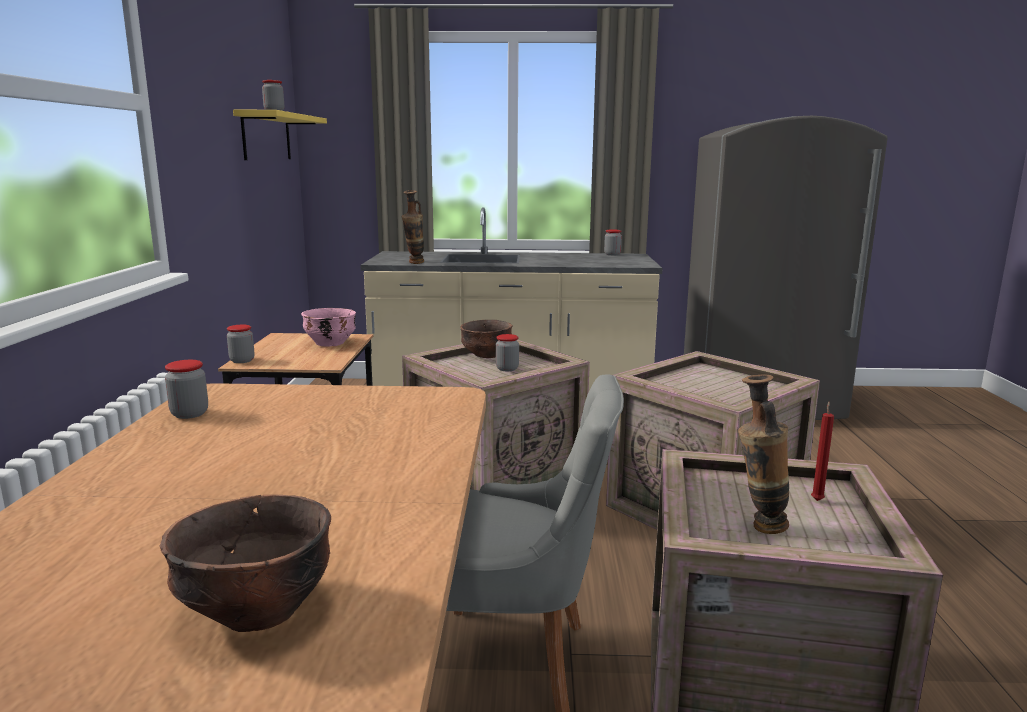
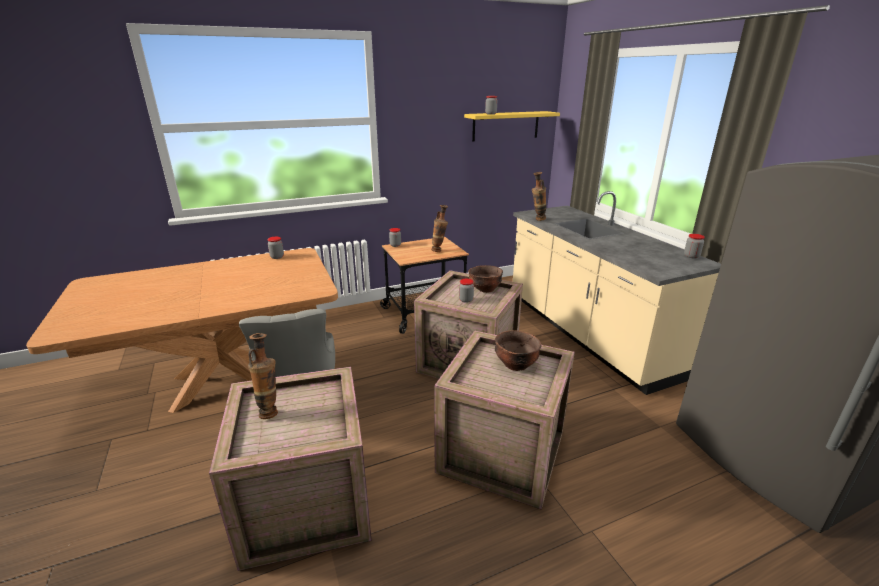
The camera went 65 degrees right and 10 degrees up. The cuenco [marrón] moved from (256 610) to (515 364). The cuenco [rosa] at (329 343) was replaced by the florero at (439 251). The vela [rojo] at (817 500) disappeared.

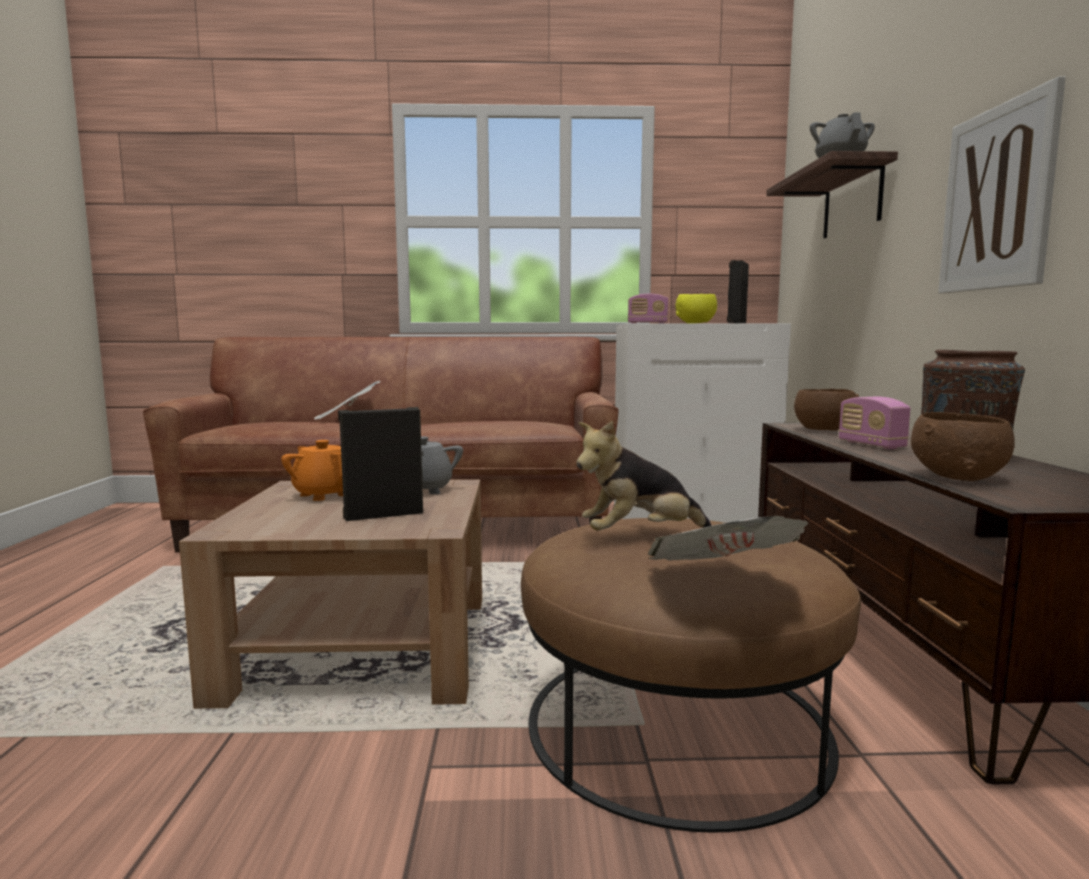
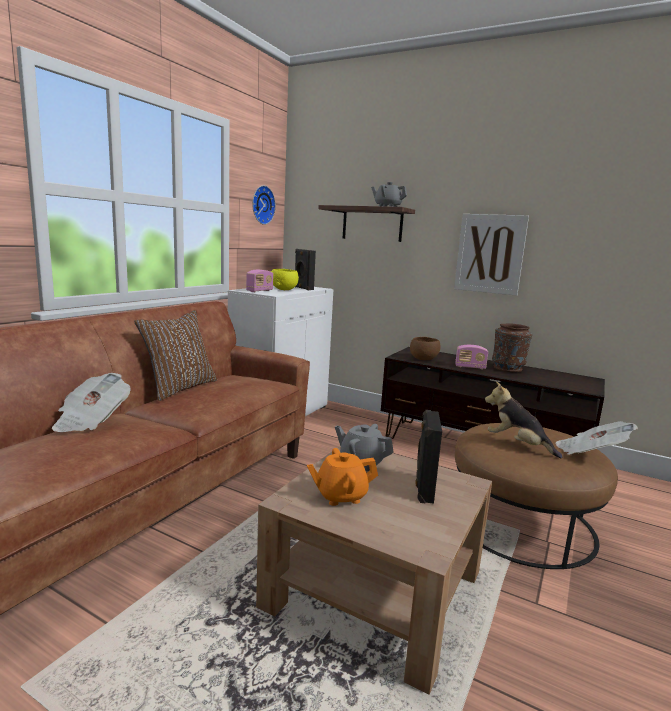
The camera went 60 degrees left and 5 degrees up. The peluche at (640 536) turned 120 degrees clockwise. The cuenco [marrón] at (959 477) disappeared. The cojín [marrón] at (179 388) appeared. The reloj de pared at (261 205) appeared.

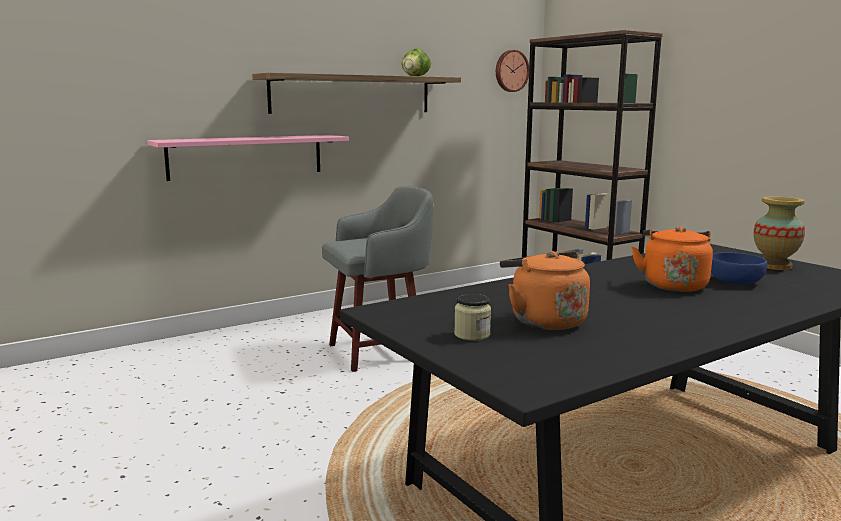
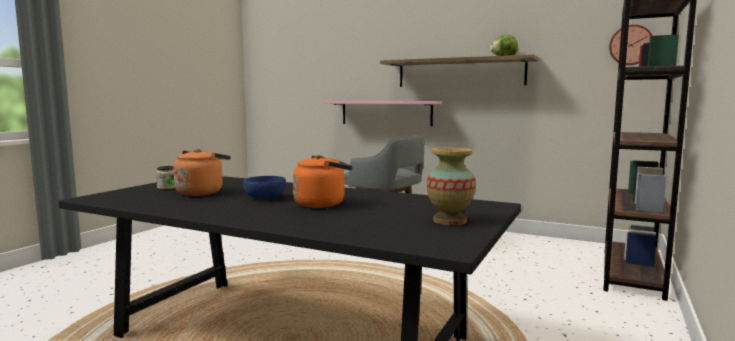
The camera went 60 degrees right and 5 degrees down. The cuenco [azul] moved from (734 281) to (265 197).

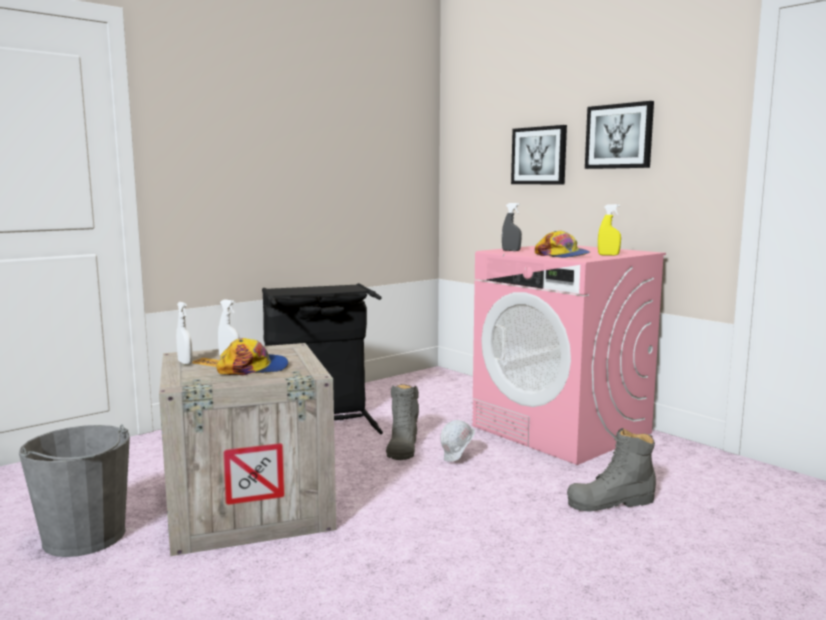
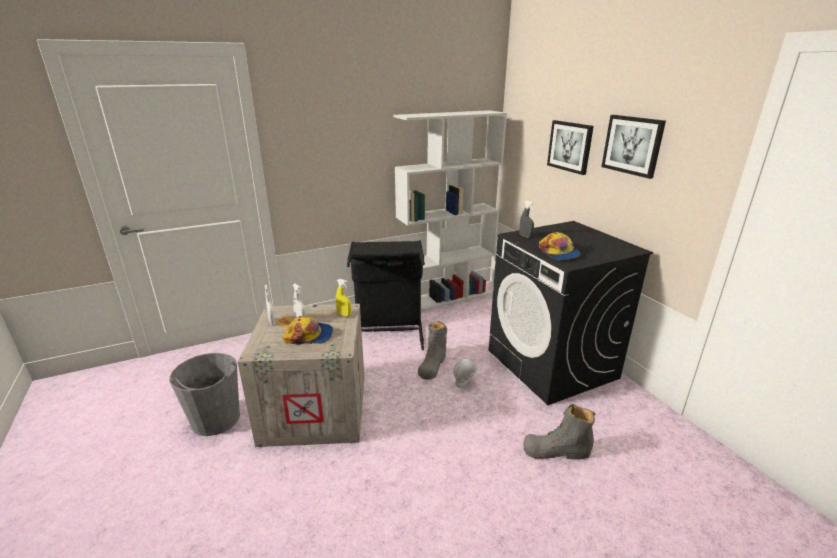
The camera went 15 degrees right and 15 degrees up. The lavadora [rosa] at (562 430) became the lavadora [negro] at (552 364). The pulverizador [amarillo] moved from (608 255) to (344 315). The estantería [blanco] at (446 297) appeared.

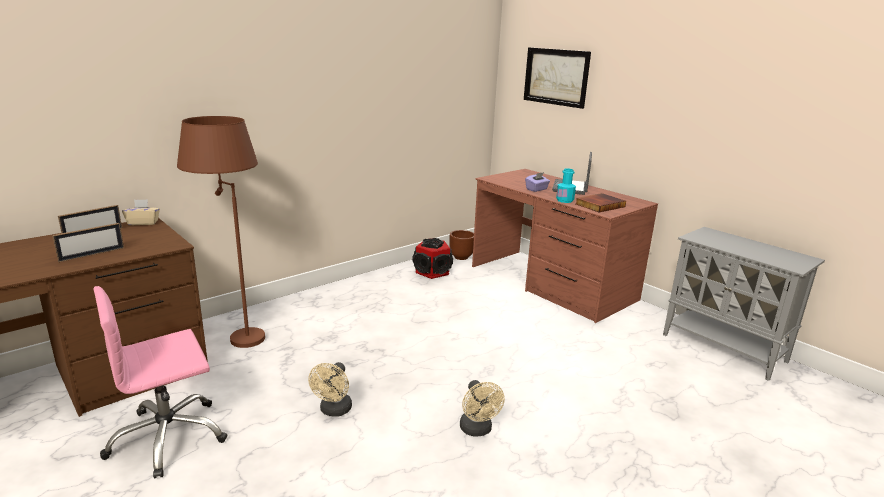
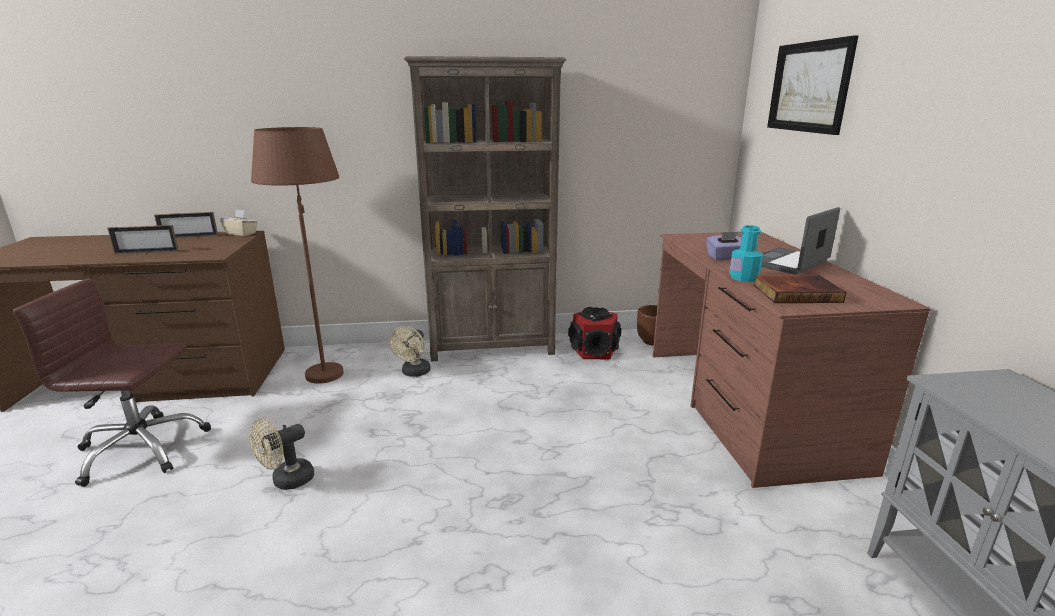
The camera went 35 degrees right and 0 degrees up. The silla de oficina [rosa] at (168 437) became the silla de oficina [marrón] at (141 449). The ventilador [beis] moved from (477 430) to (414 373). The estantería [marrón] at (493 347) appeared.

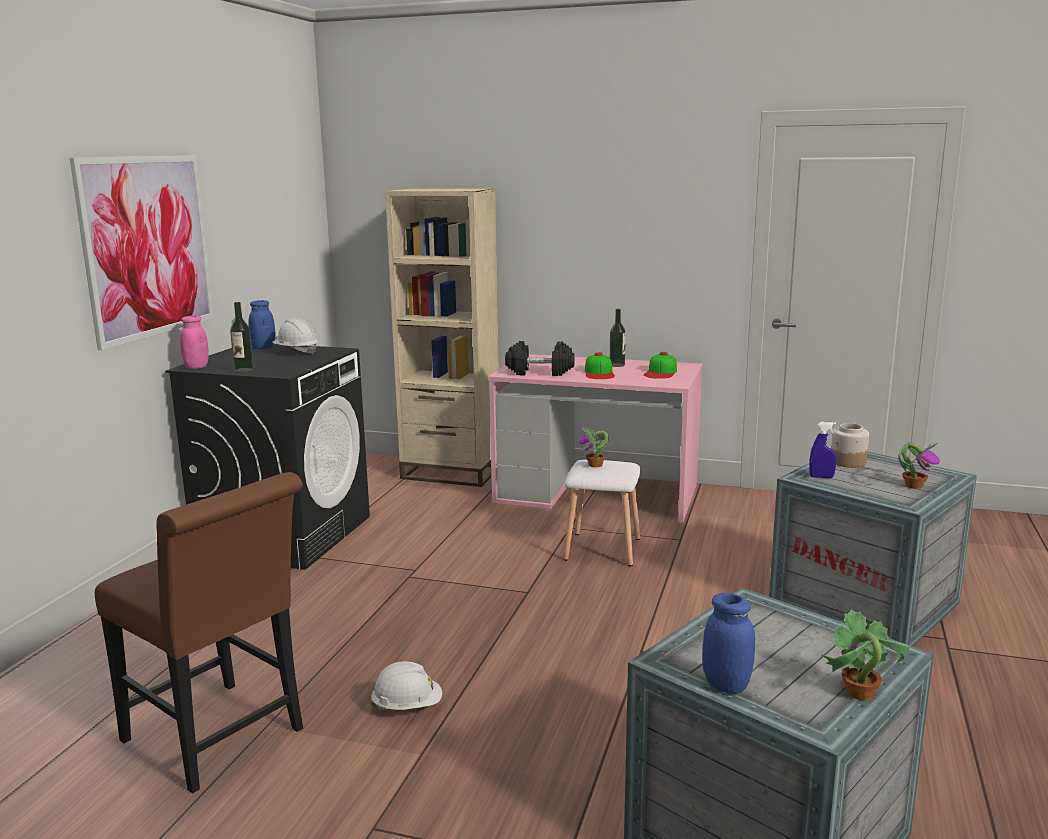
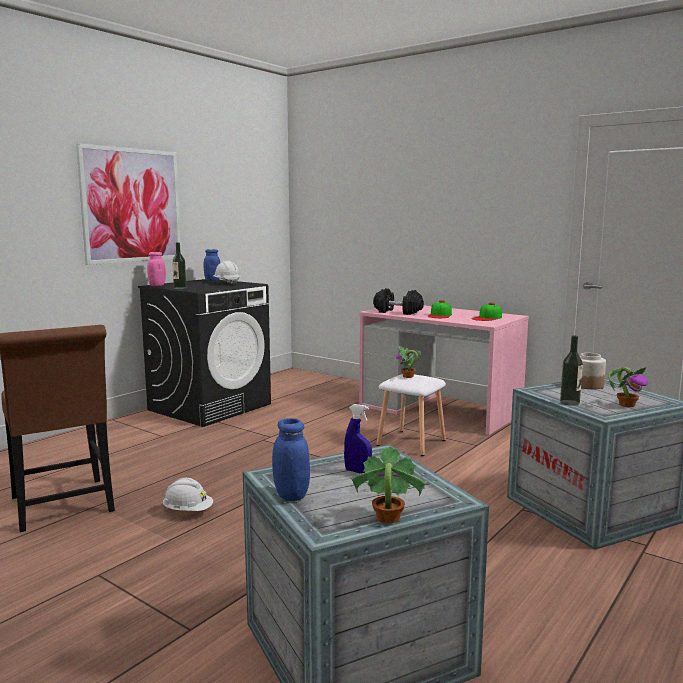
The camera went 20 degrees right and 5 degrees down. The estantería [beis] at (451 473) disappeared. The botella moved from (617 365) to (569 402). The pulverizador [azul] moved from (821 477) to (357 471).

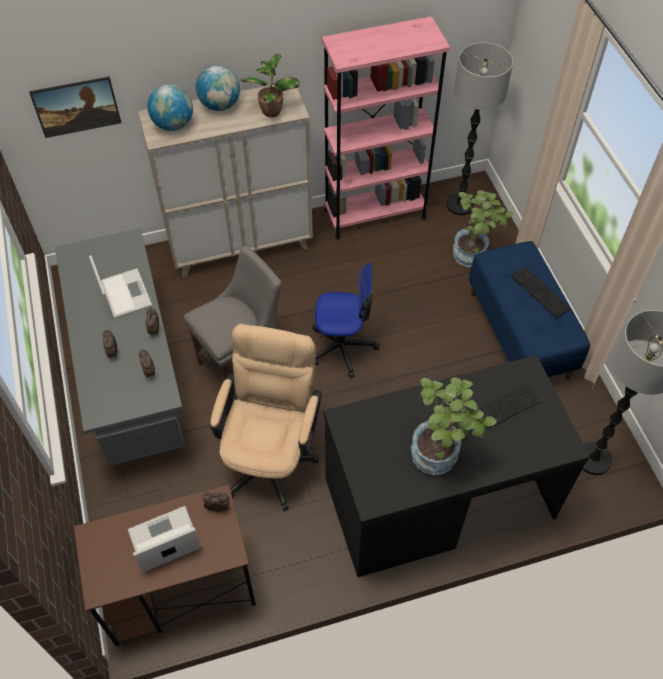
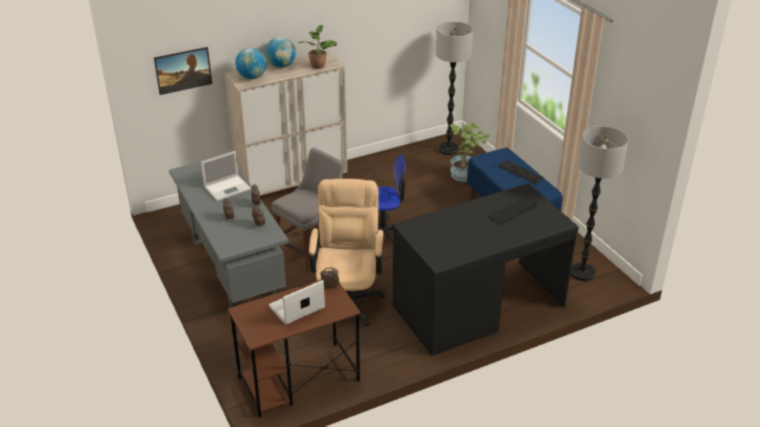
The camera went 10 degrees left and 20 degrees down. The portátil at (124 293) turned 90 degrees clockwise. The estantería [rosa] at (375 214) disappeared. The planta en maceta at (441 454) disappeared.

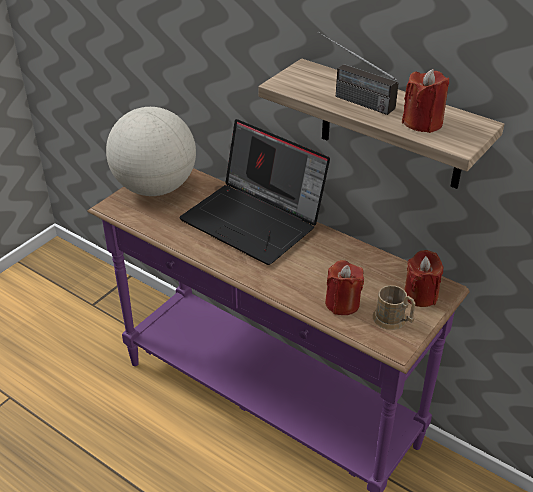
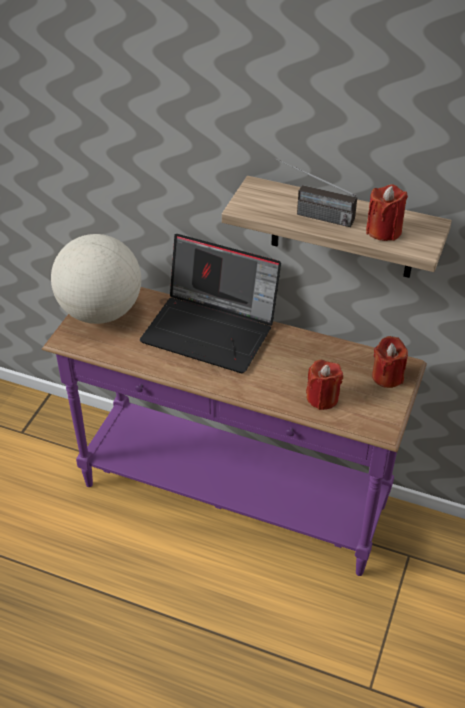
The camera went 15 degrees left and 5 degrees up. The taza grande [marrón] at (393 320) disappeared.

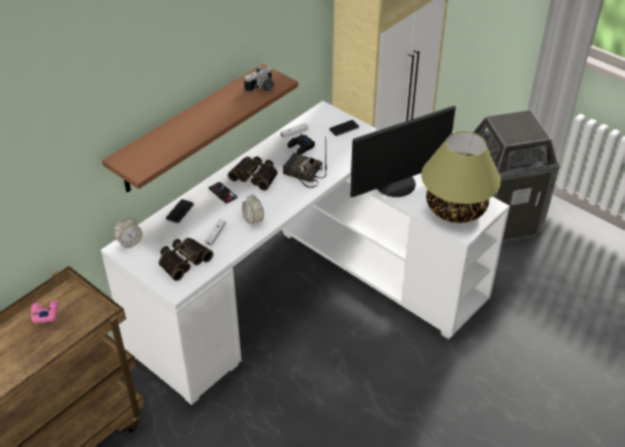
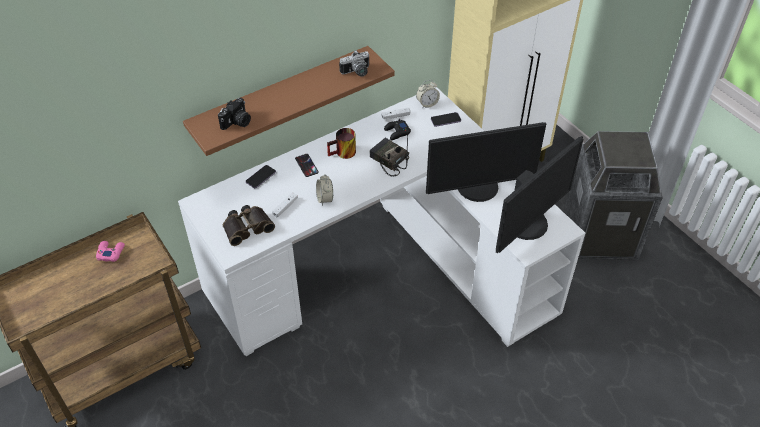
The camera went 15 degrees right and 5 degrees up. The despertador moved from (129 243) to (427 104). The prismáticos at (255 176) was replaced by the taza grande at (343 154). The lámpara de mesa at (455 208) was replaced by the monitor at (528 224). The cámara at (237 122) appeared.

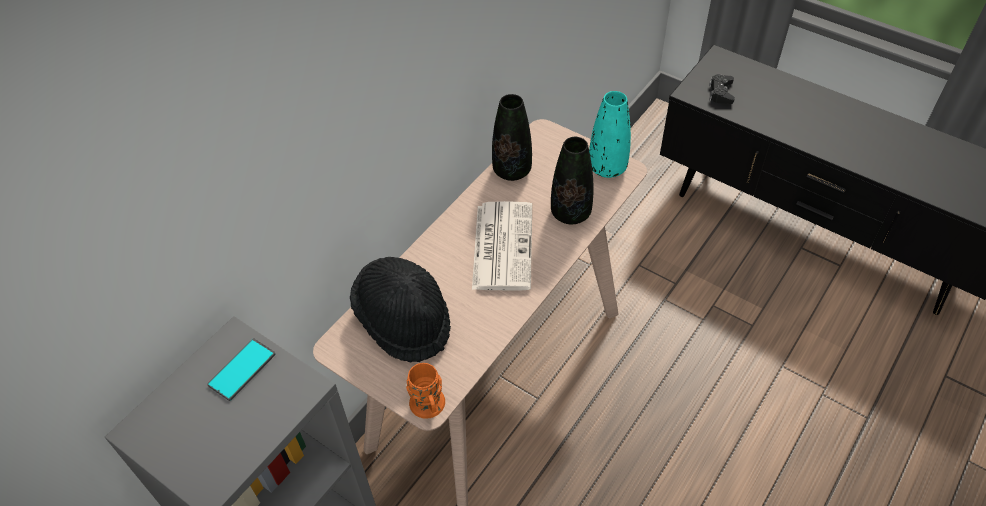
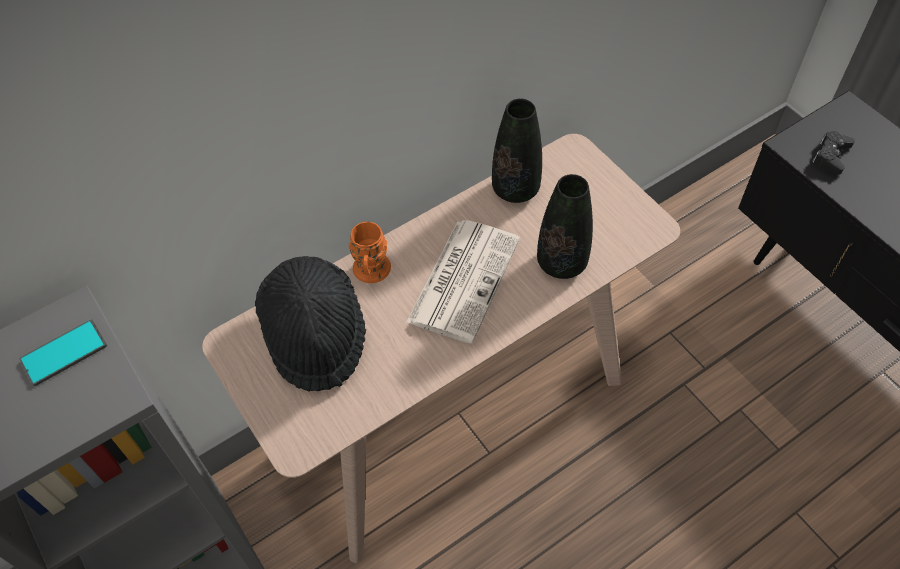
The camera went 20 degrees right and 5 degrees up. The taza grande [naranja] moved from (429 408) to (371 273). The florero [turquesa] at (607 168) disappeared.

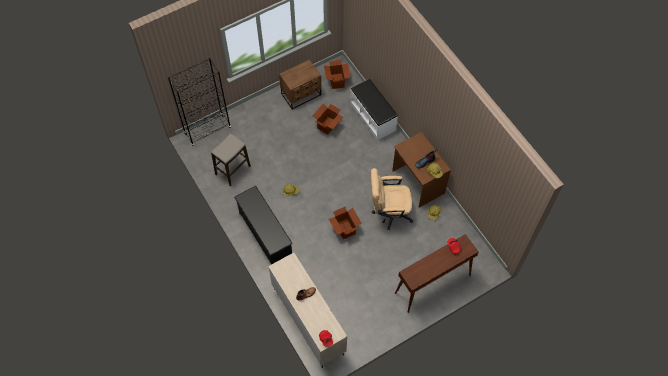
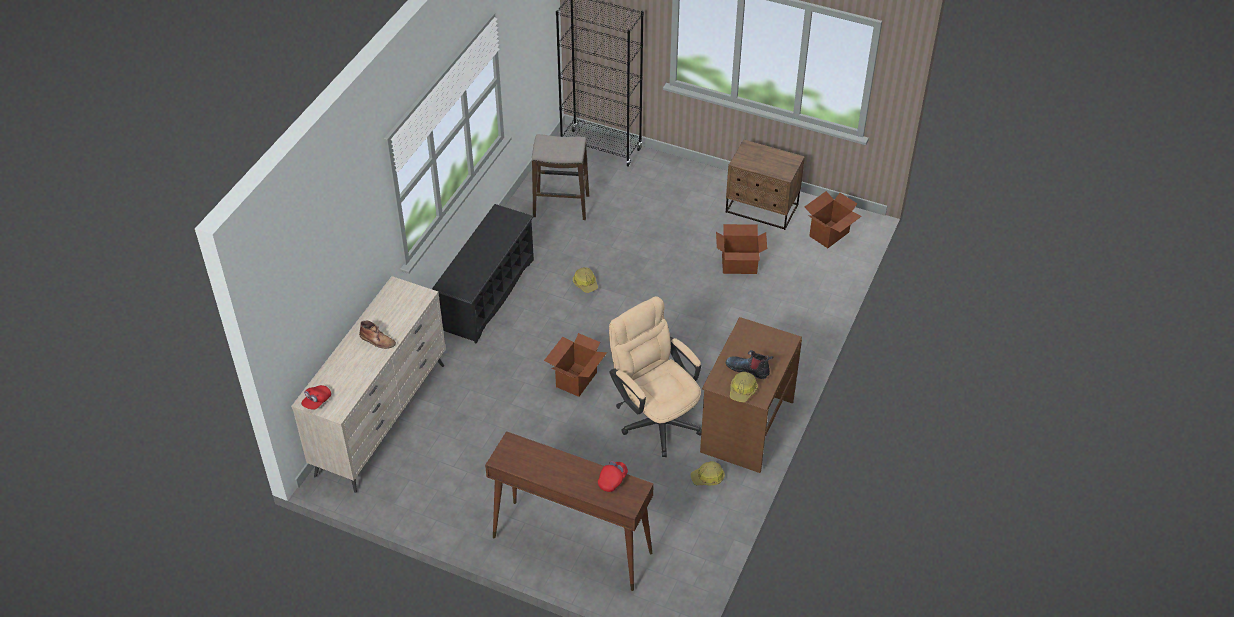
The camera went 55 degrees right and 15 degrees down. The banco [blanco] at (373 117) disappeared.

